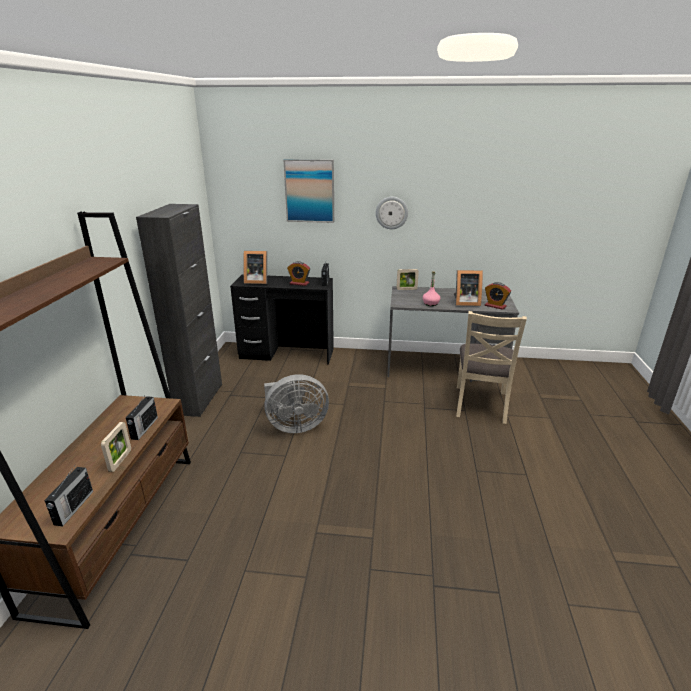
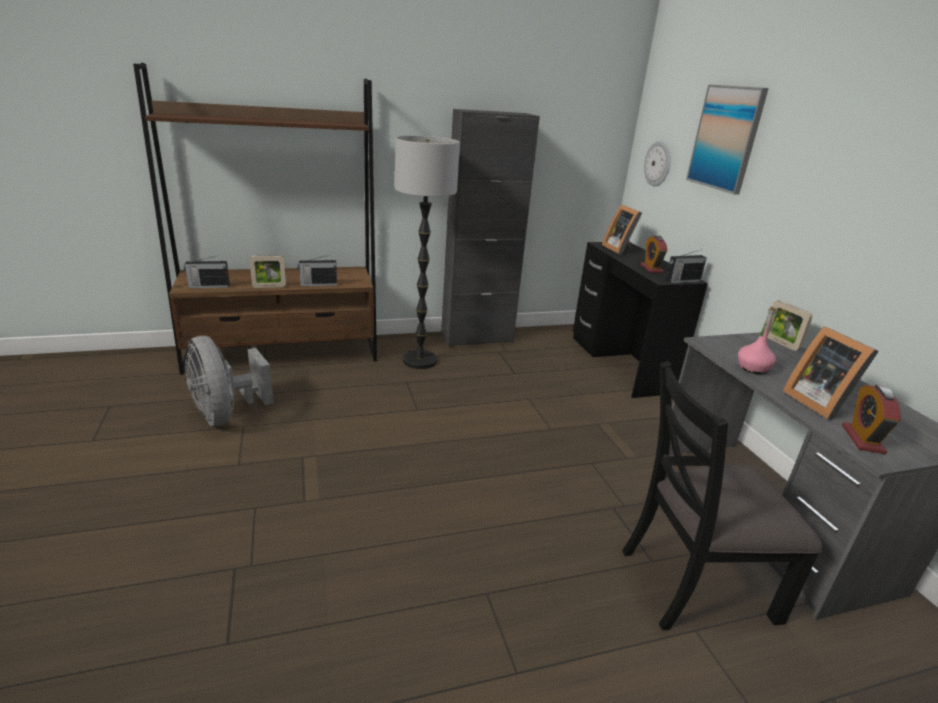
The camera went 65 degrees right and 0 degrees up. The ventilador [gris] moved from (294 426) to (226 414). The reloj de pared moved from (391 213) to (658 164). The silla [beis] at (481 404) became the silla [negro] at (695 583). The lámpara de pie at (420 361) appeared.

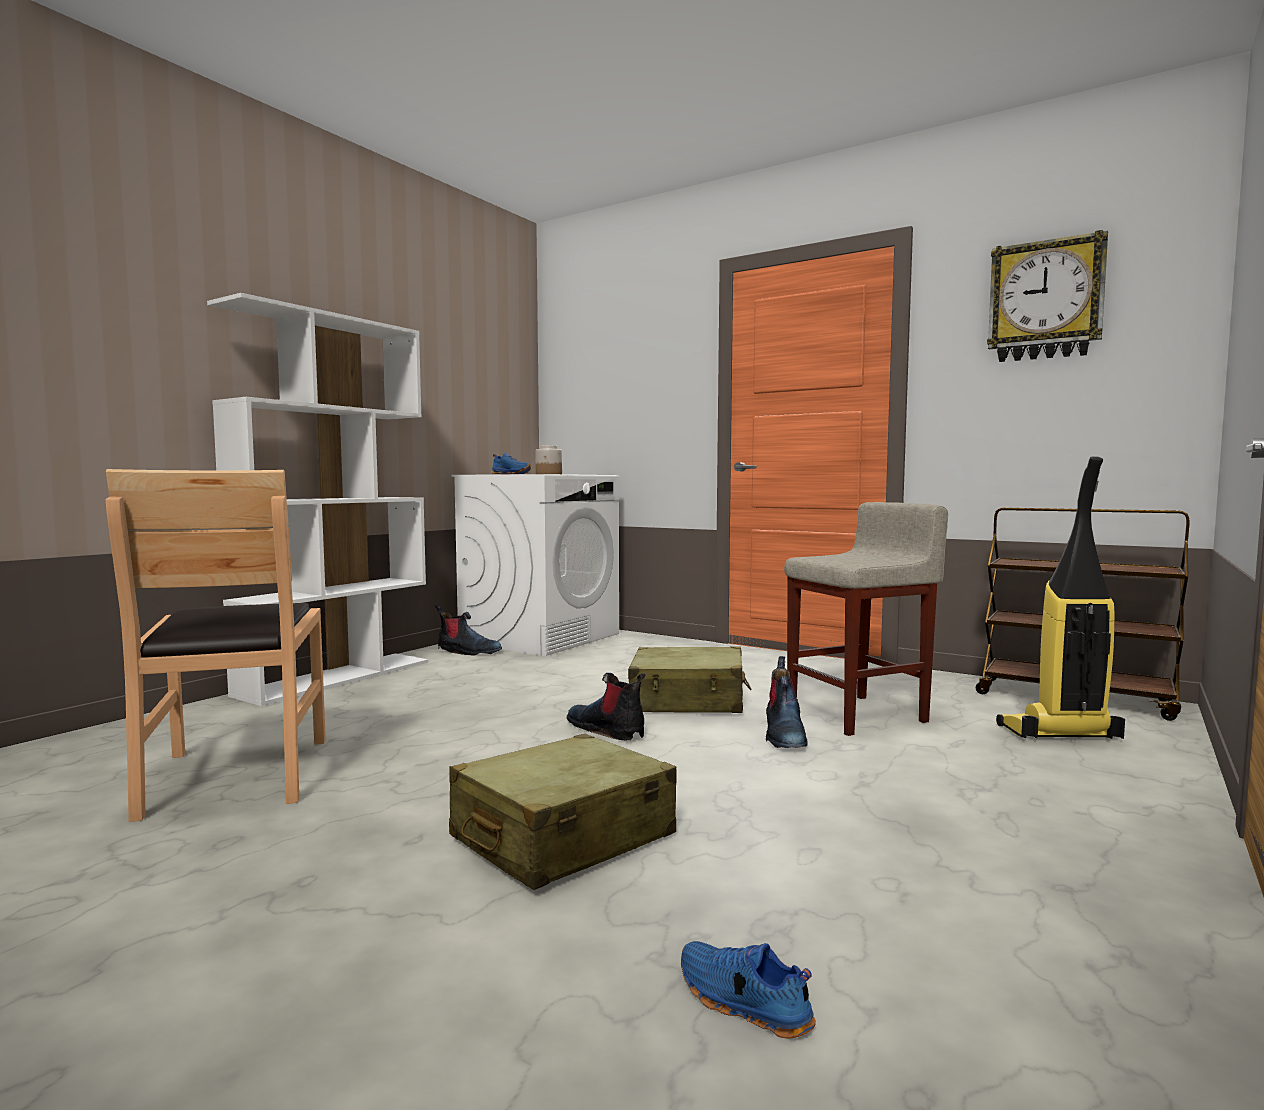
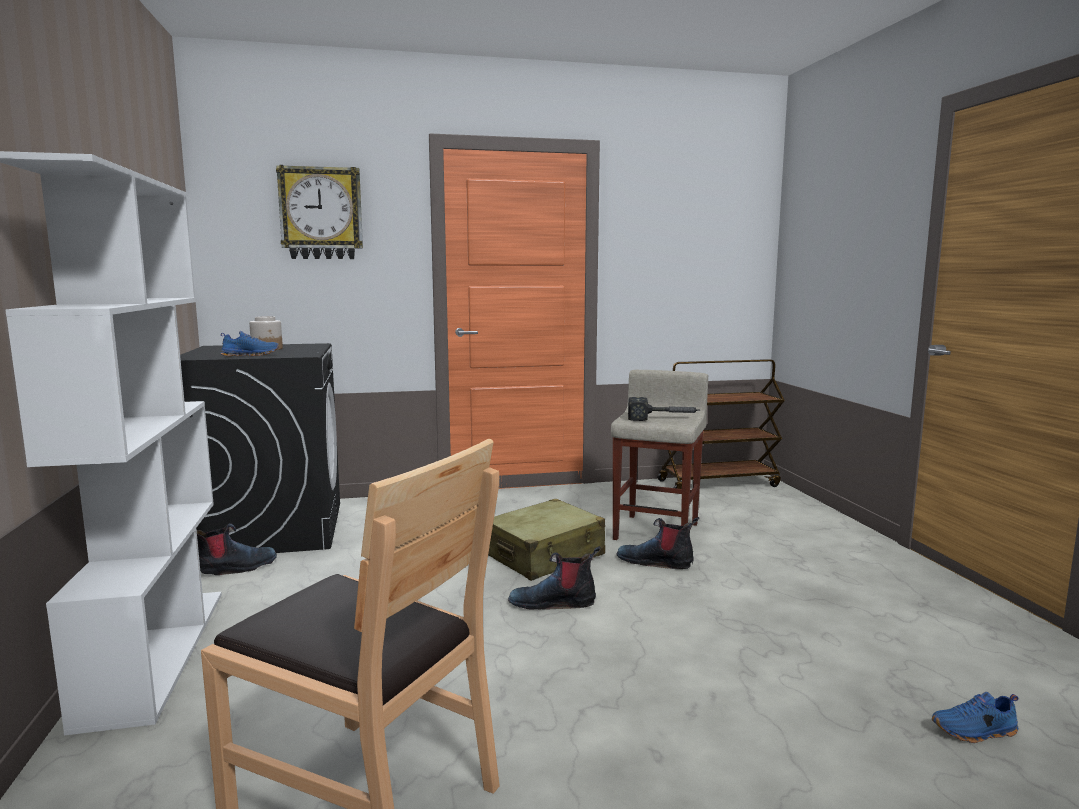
The camera went 45 degrees left and 5 degrees up. The maleta [beis] at (562 837) disappeared. The lavadora [blanco] at (541 637) became the lavadora [negro] at (272 529). The bota at (784 735) turned 150 degrees clockwise. The reloj de pared moved from (1045 300) to (321 213). The aspiradora at (1058 734) disappeared. The martillo at (663 418) appeared.

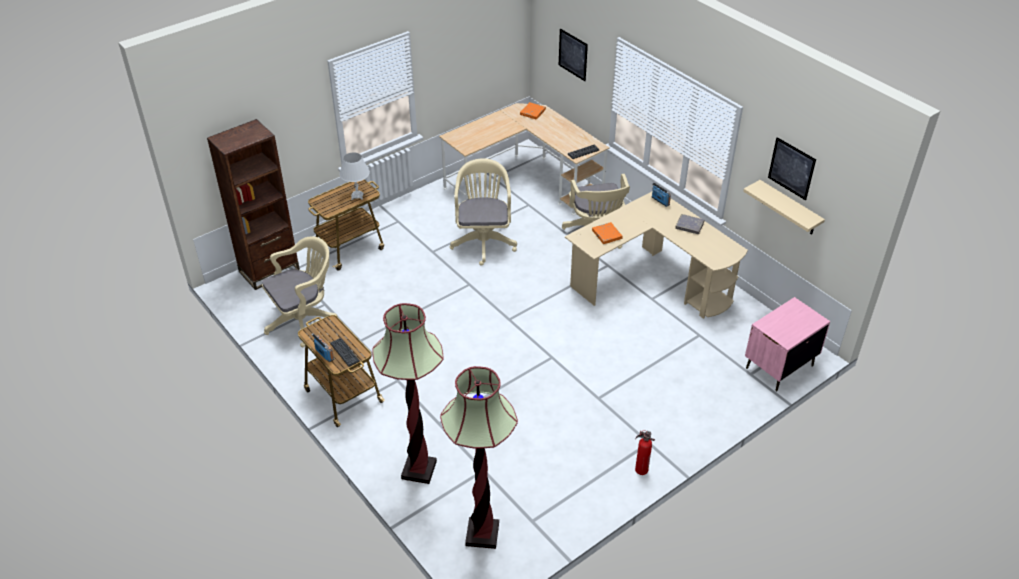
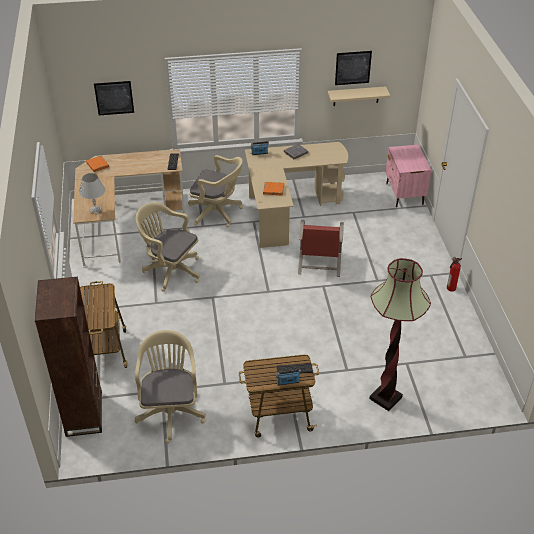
The camera went 60 degrees left and 0 degrees up. The lámpara de mesa [blanco] moved from (357 196) to (95 210). The lámpara de pie at (482 534) disappeared. The silla [rojo] at (319 264) appeared.

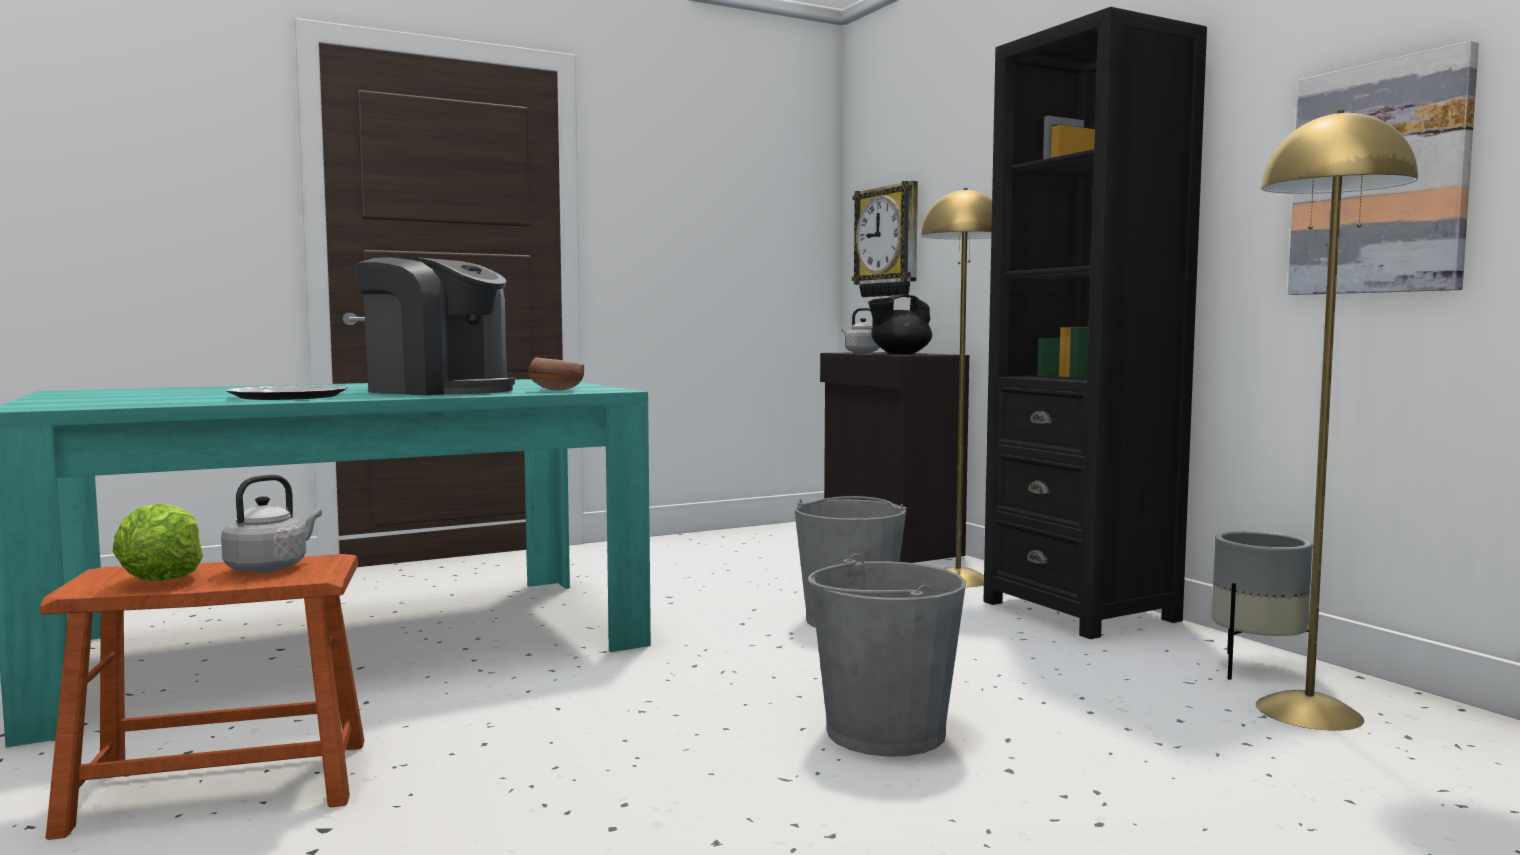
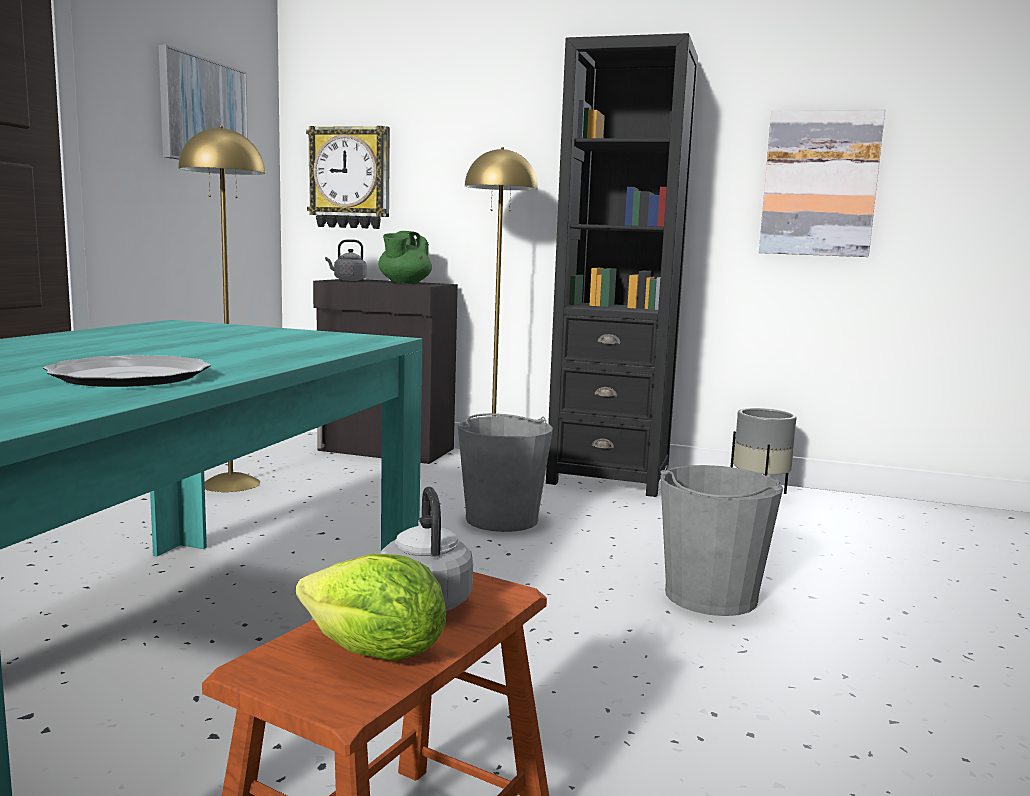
The camera went 45 degrees left and 5 degrees up. The cafetera at (439 390) disappeared. The cuenco at (555 390) disappeared. The tetera [negro] at (899 354) became the tetera [verde] at (404 283). The lámpara de pie [amarillo] moved from (1309 711) to (231 483). The cuadro at (203 112) appeared.

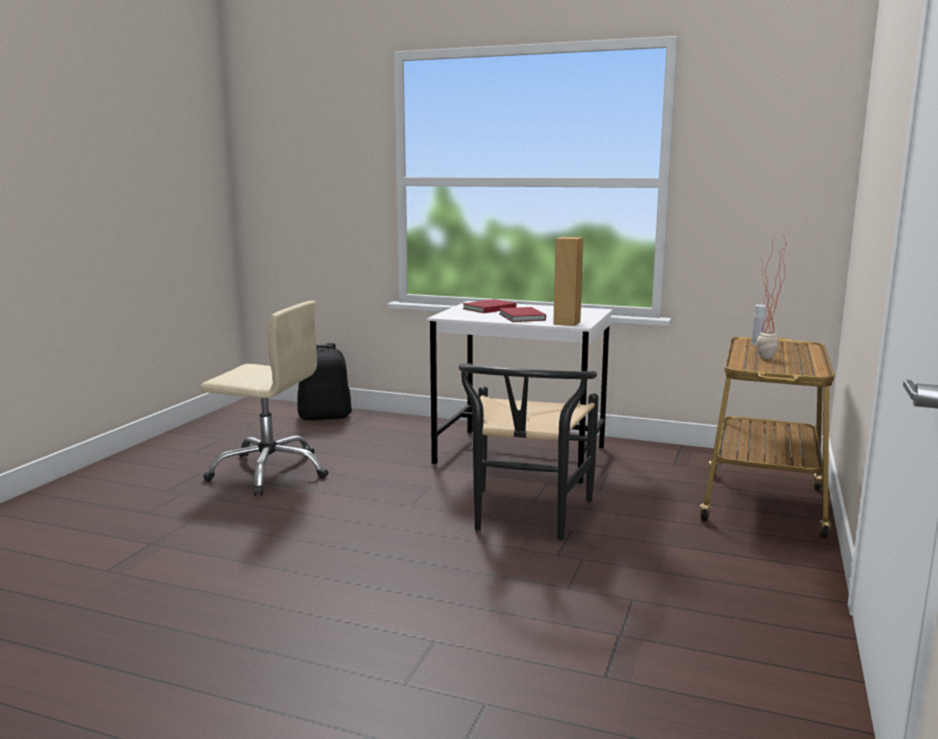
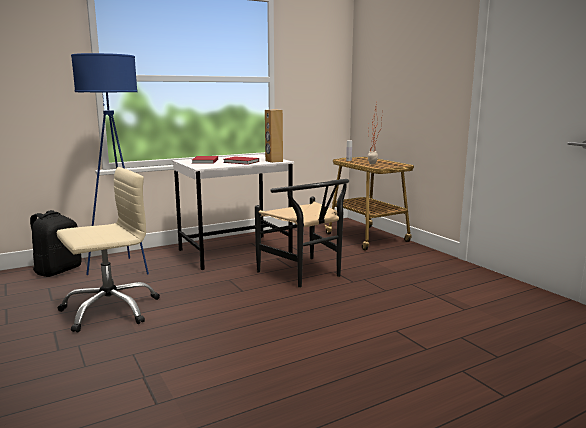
The camera went 50 degrees left and 0 degrees up. The lámpara de pie [azul] at (122 269) appeared.

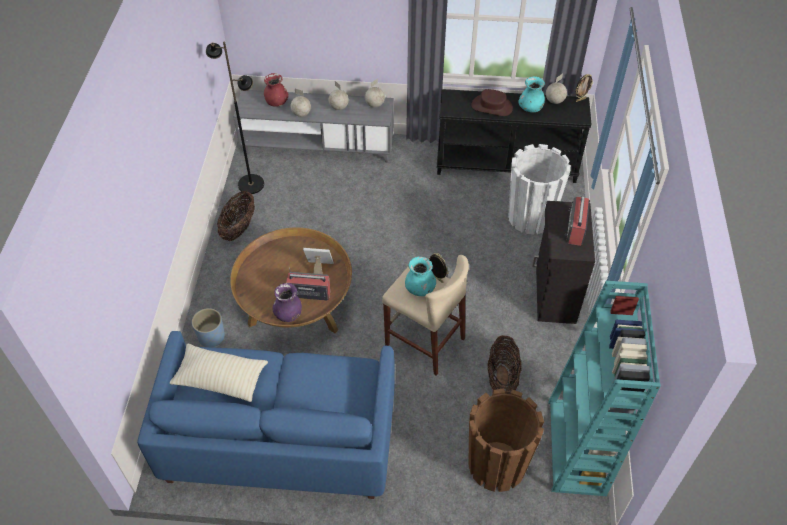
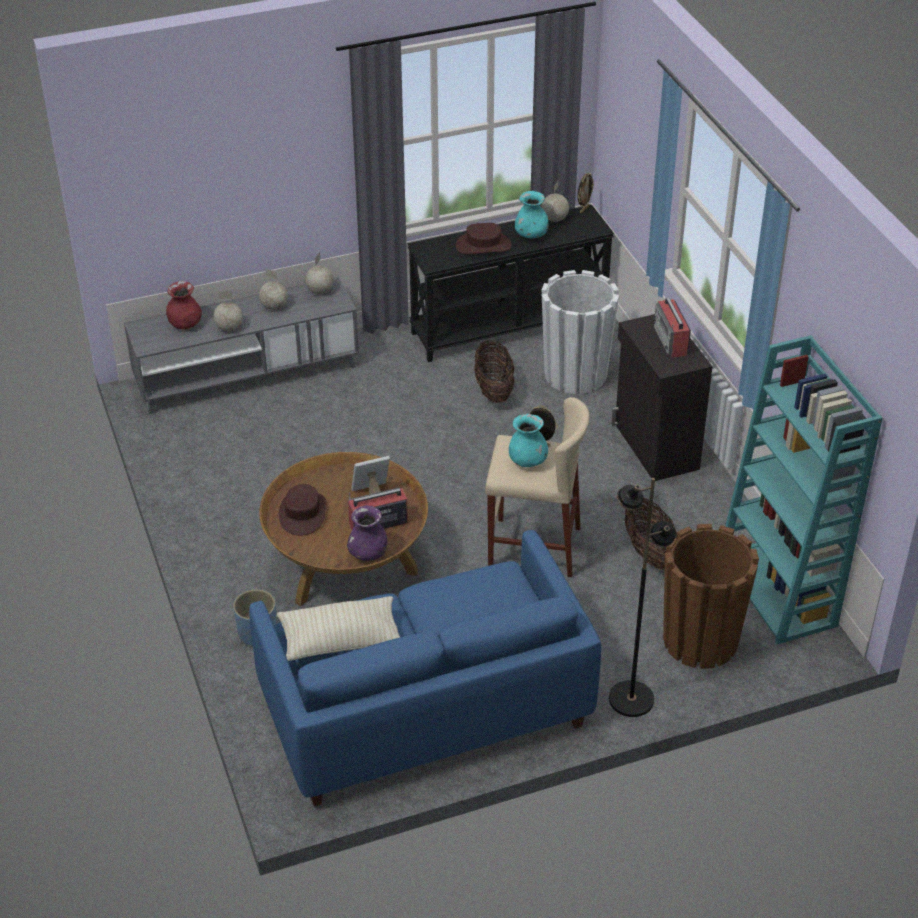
The camera went 25 degrees left and 10 degrees down. The lámpara de pie [negro] moved from (251 184) to (630 699). The cesta moved from (239 228) to (494 390). The sombrero [marrón] at (302 513) appeared.

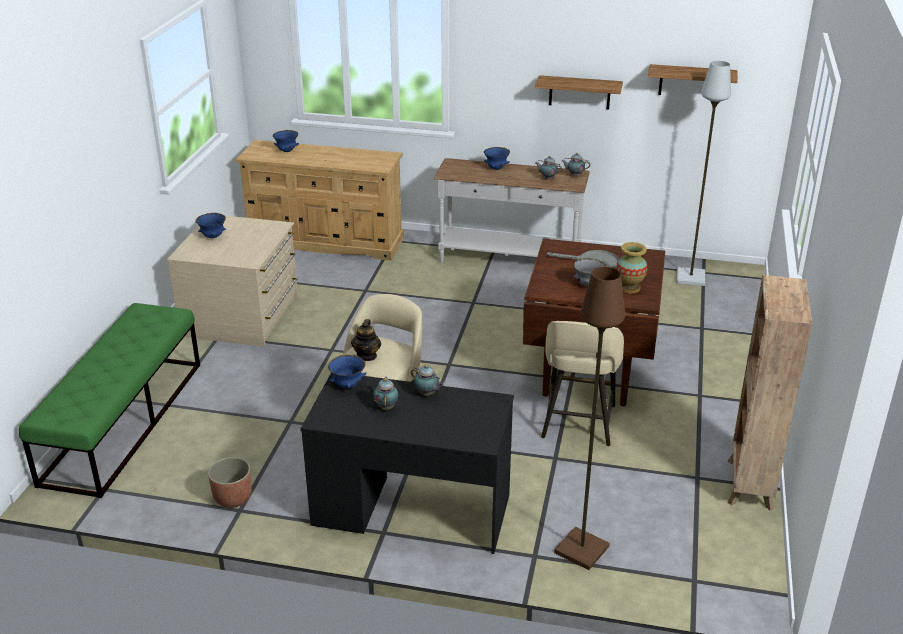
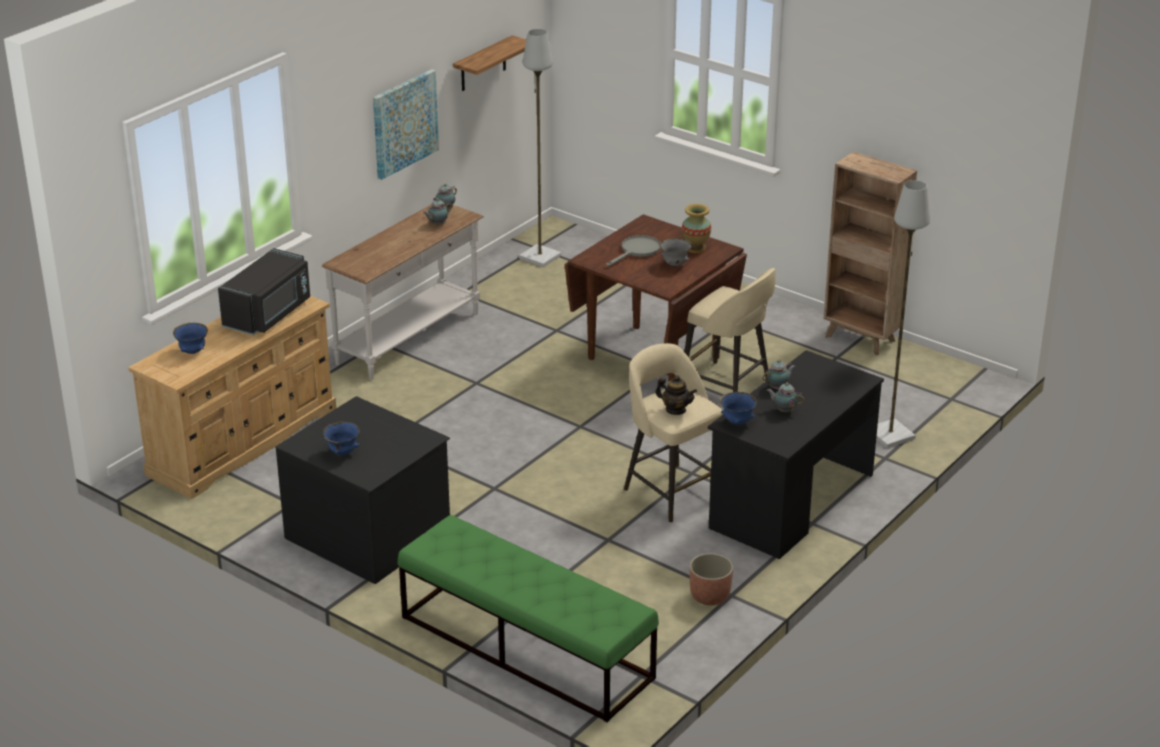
The camera went 65 degrees left and 0 degrees up. The cómoda [beis] at (242 316) became the cómoda [negro] at (369 532). The cuenco [azul] at (496 168) disappeared. The estante at (579 92) was replaced by the cuadro at (404 123). The lámpara de pie [marrón] at (582 550) became the lámpara de pie [gris] at (891 435). The microondas [negro] at (269 314) appeared.

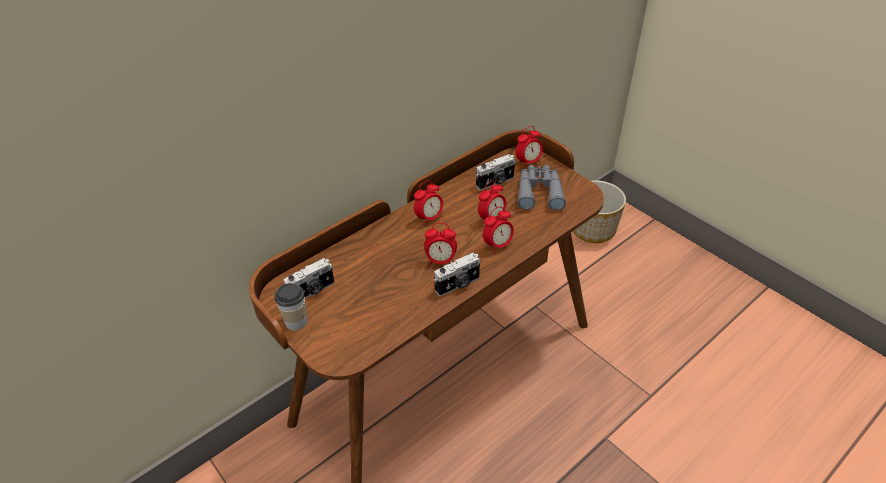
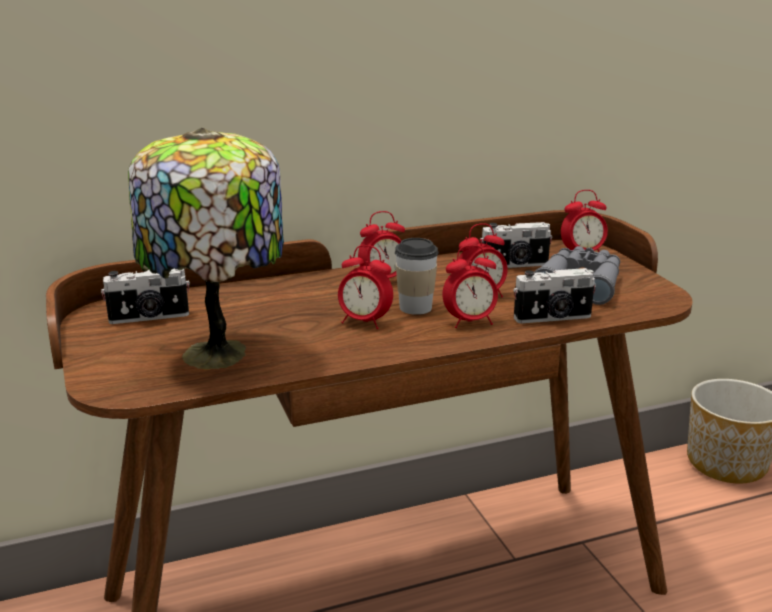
The camera went 20 degrees right and 20 degrees down. The taza moved from (296 322) to (415 308). The cámara moved from (458 285) to (553 318). The lámpara de mesa at (218 356) appeared.

